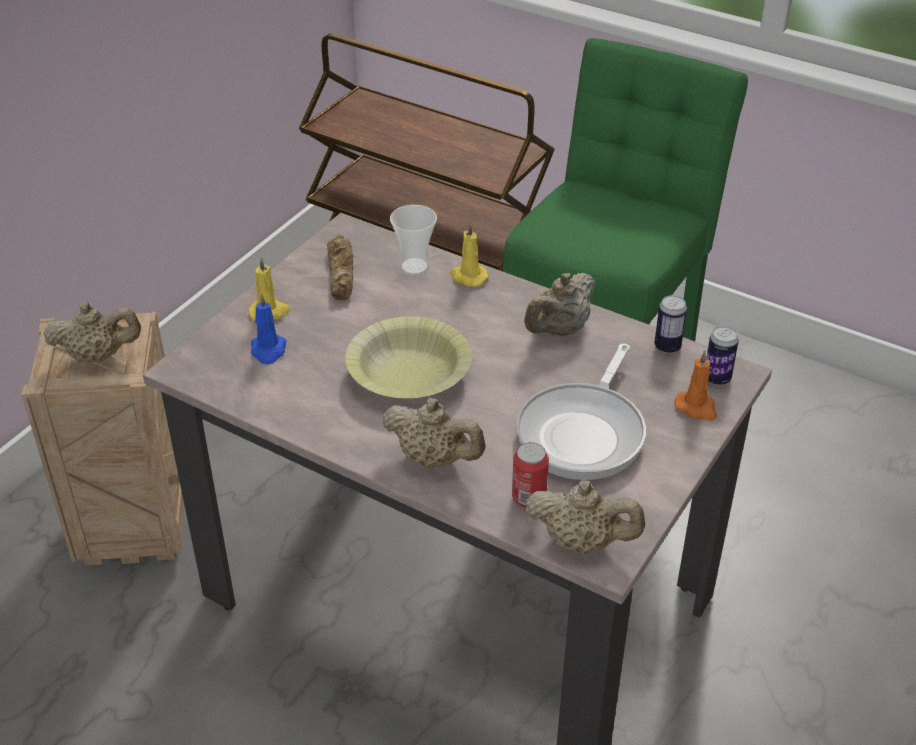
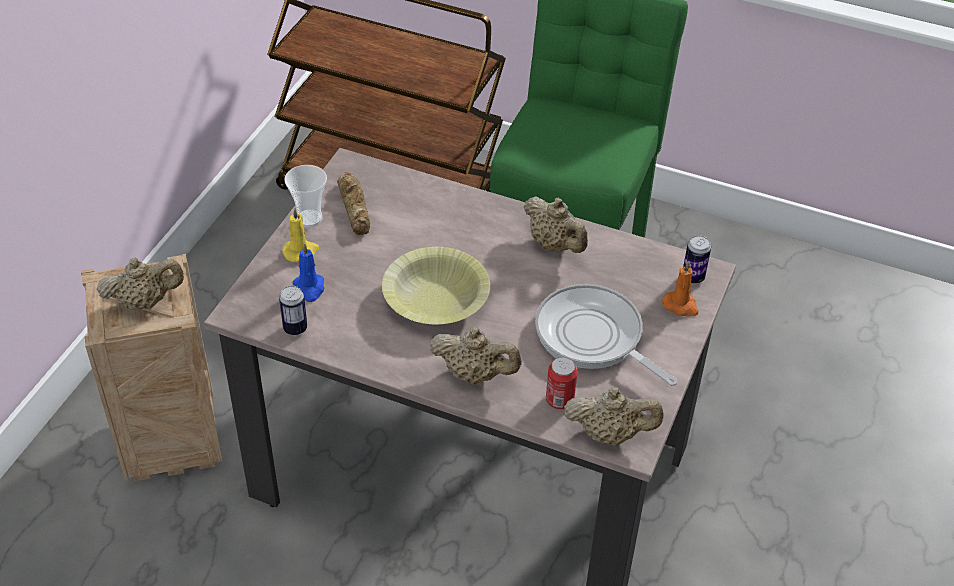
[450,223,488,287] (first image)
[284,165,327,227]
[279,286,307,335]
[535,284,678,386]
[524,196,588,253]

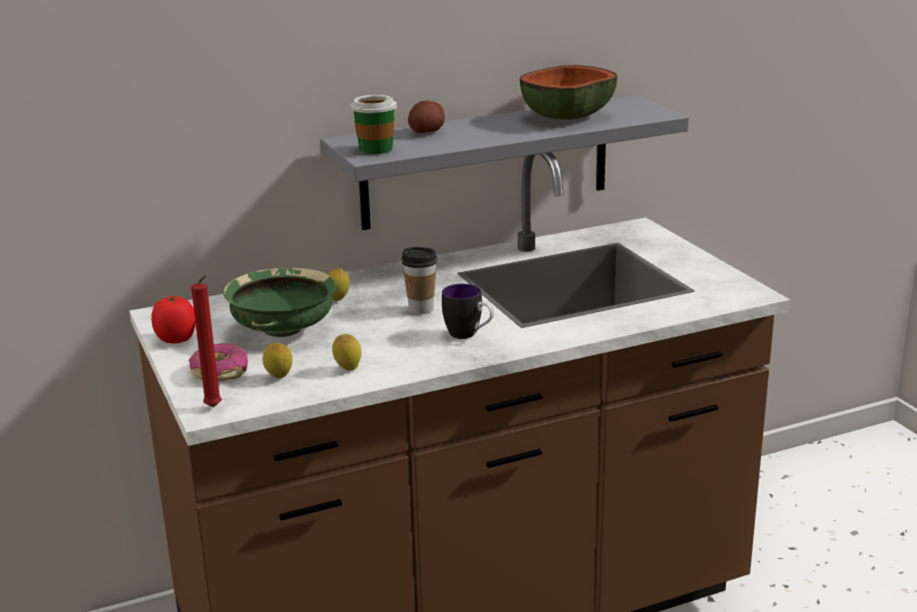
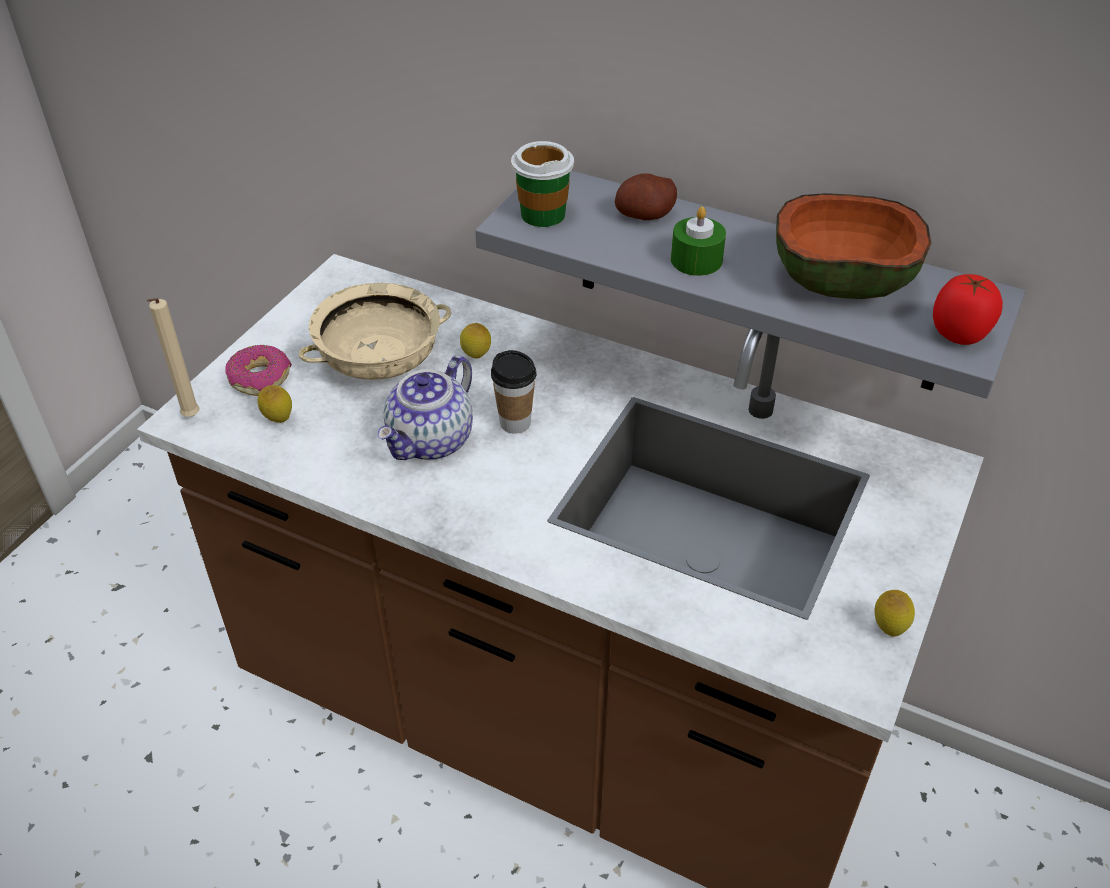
[442,284,494,339] (first image)
[377,355,473,460]
[671,206,726,276]
[933,274,1003,345]
[874,590,915,636]
[147,298,200,417]
[299,283,451,380]

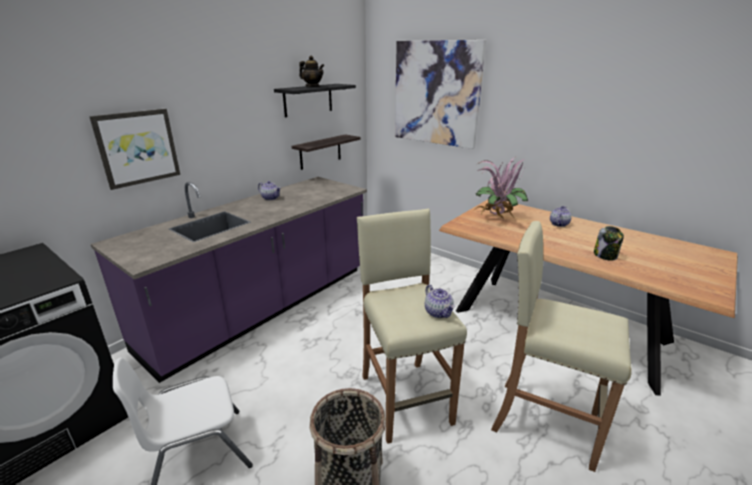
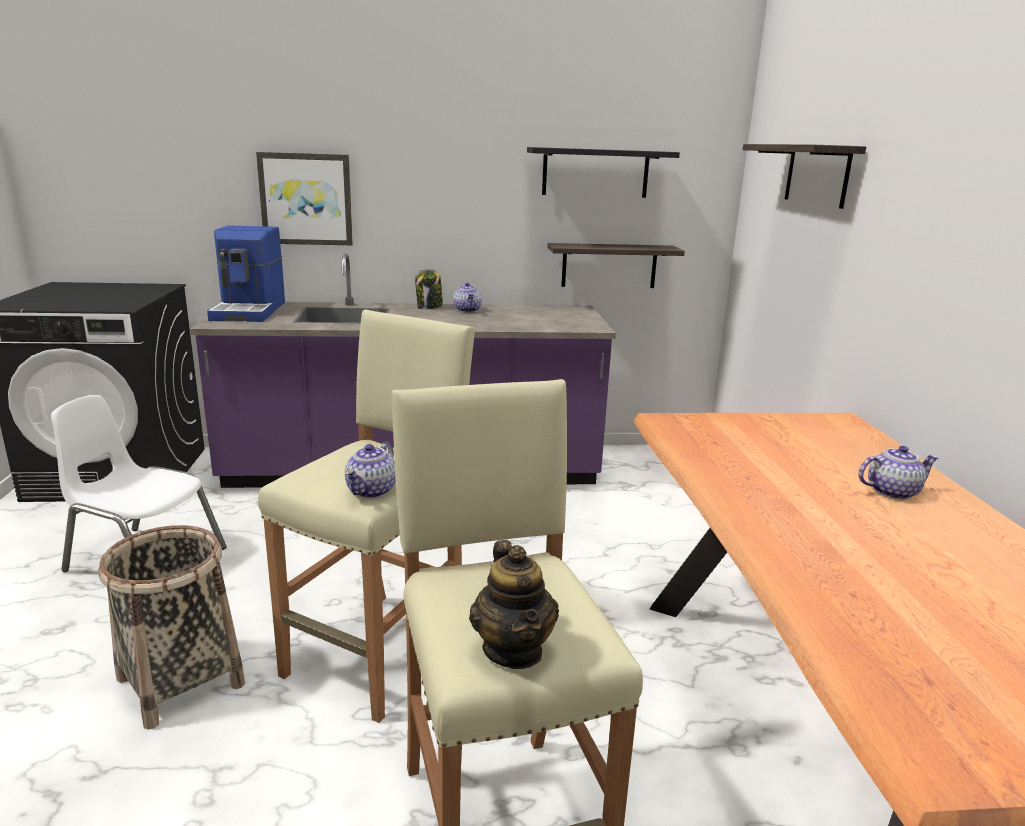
[473,156,528,220] (first image)
[207,226,285,322]
[469,540,559,669]
[415,269,443,310]
[743,144,866,209]

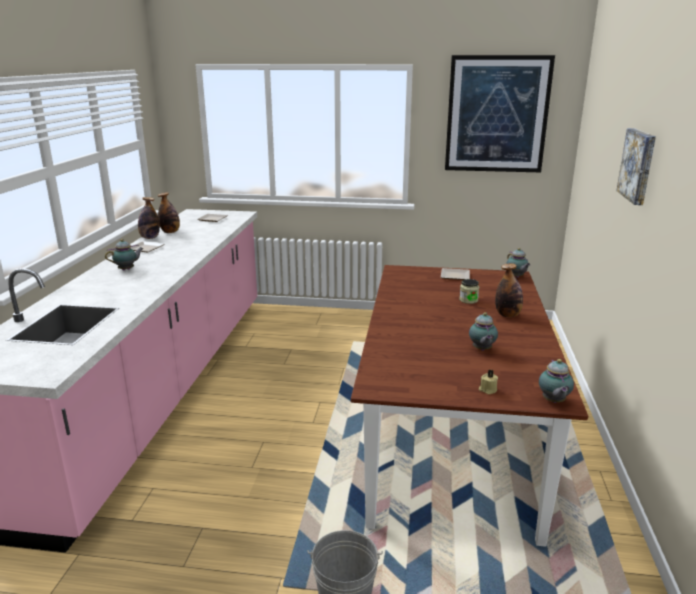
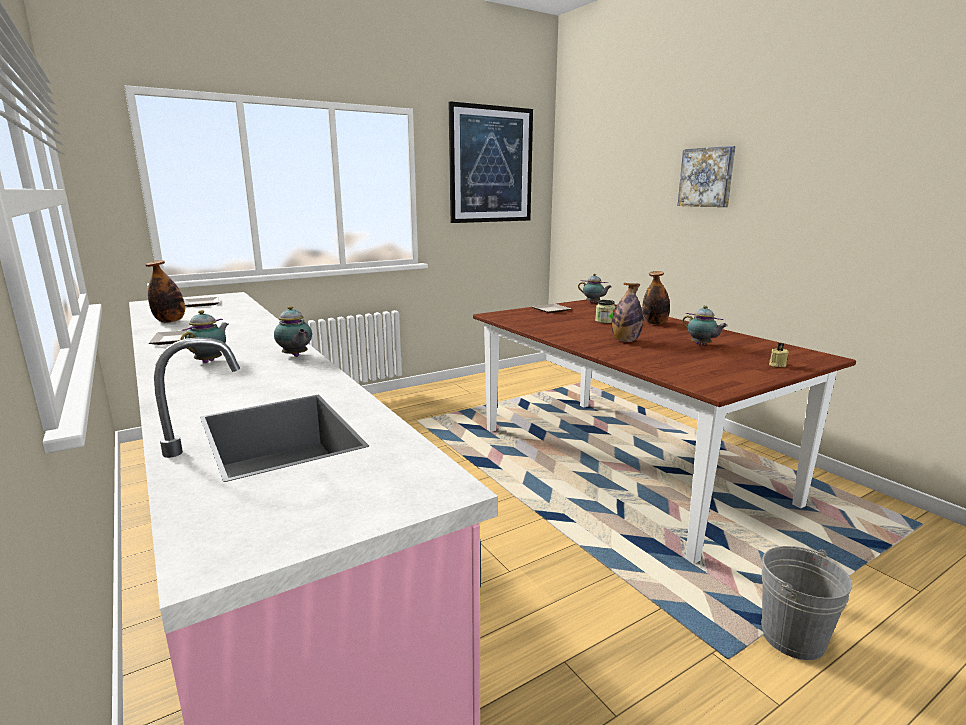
[612,283,643,342]
[274,306,312,357]

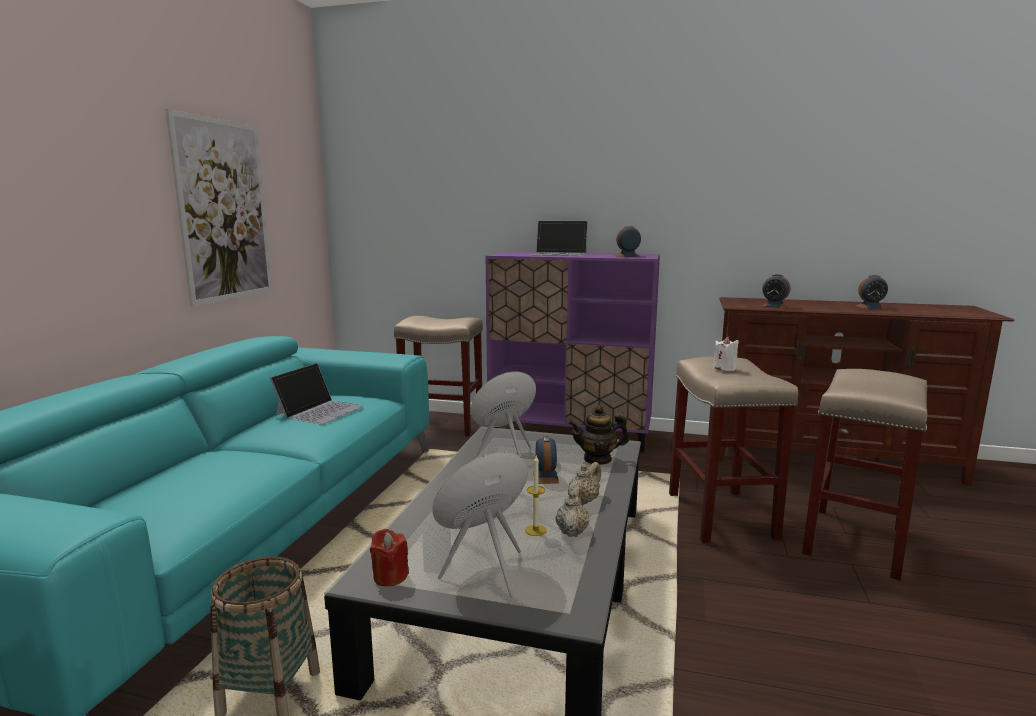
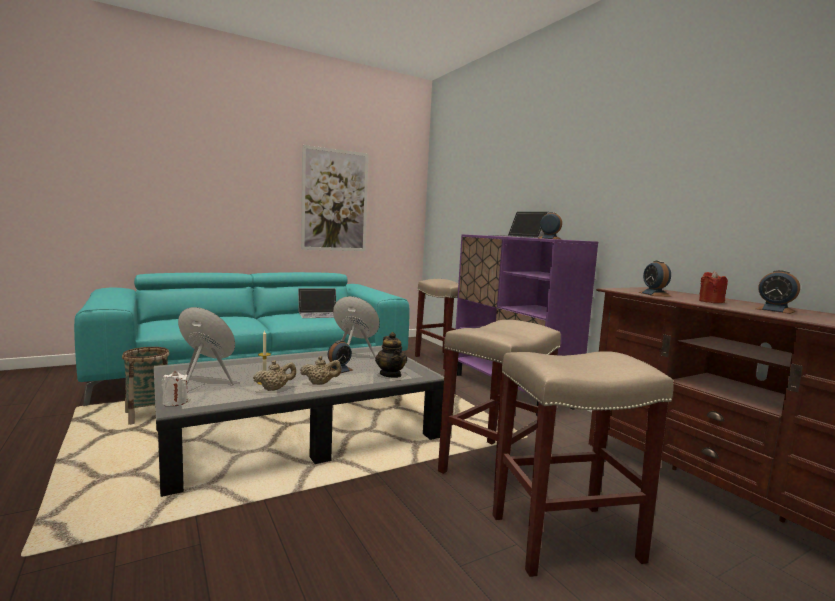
[699,271,728,303]
[162,371,188,406]
[375,332,407,378]

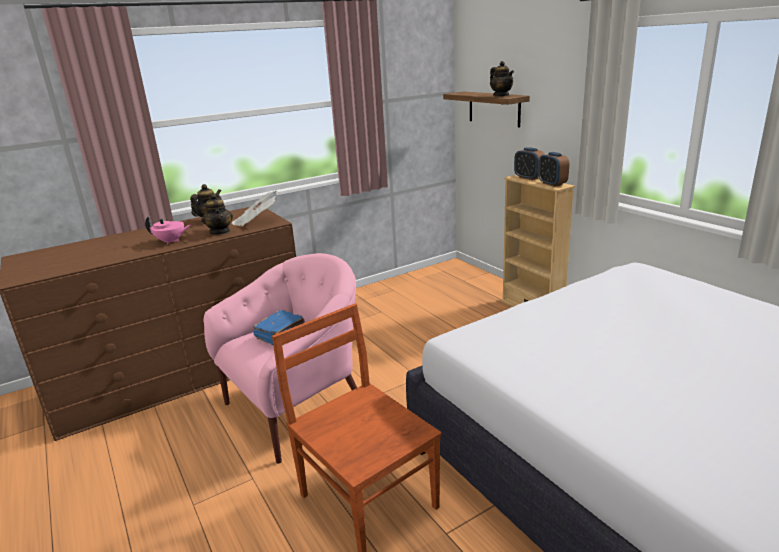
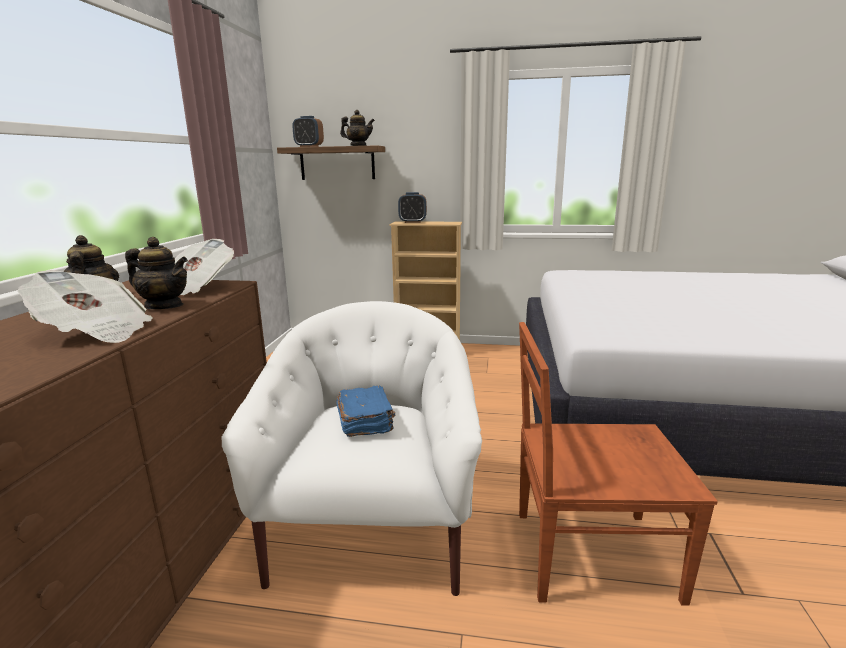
[292,116,324,147]
[17,270,153,343]
[222,301,482,596]

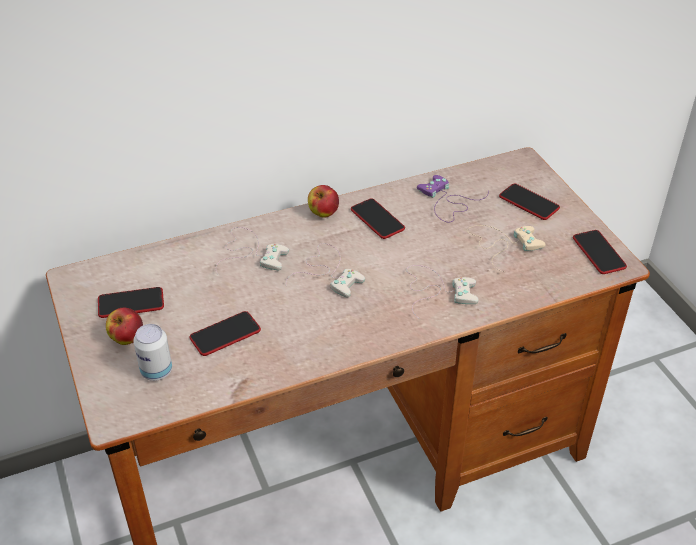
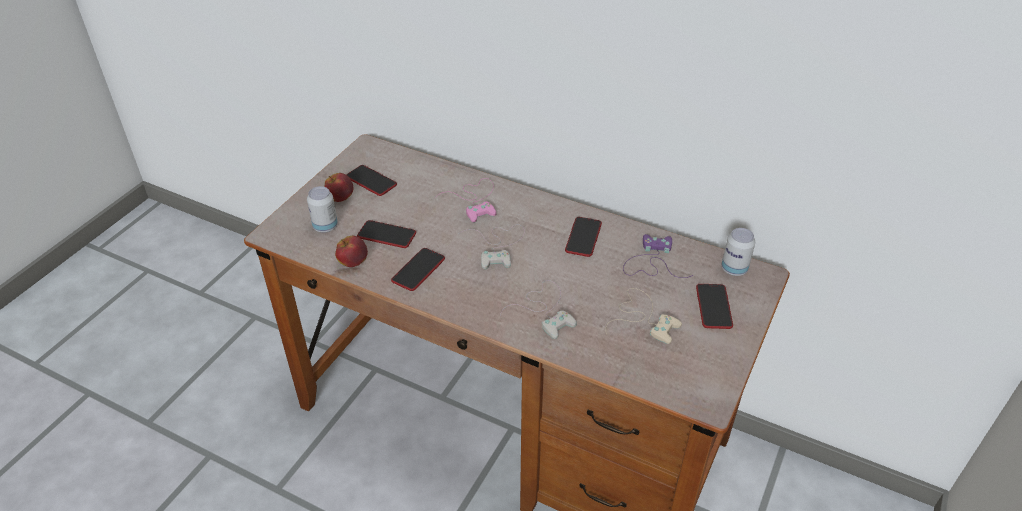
[721,228,755,276]
[335,236,368,267]
[391,248,445,291]
[434,178,496,223]

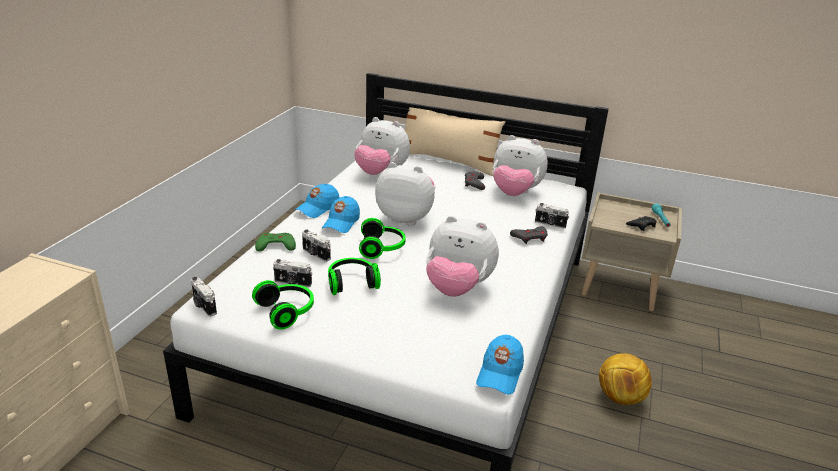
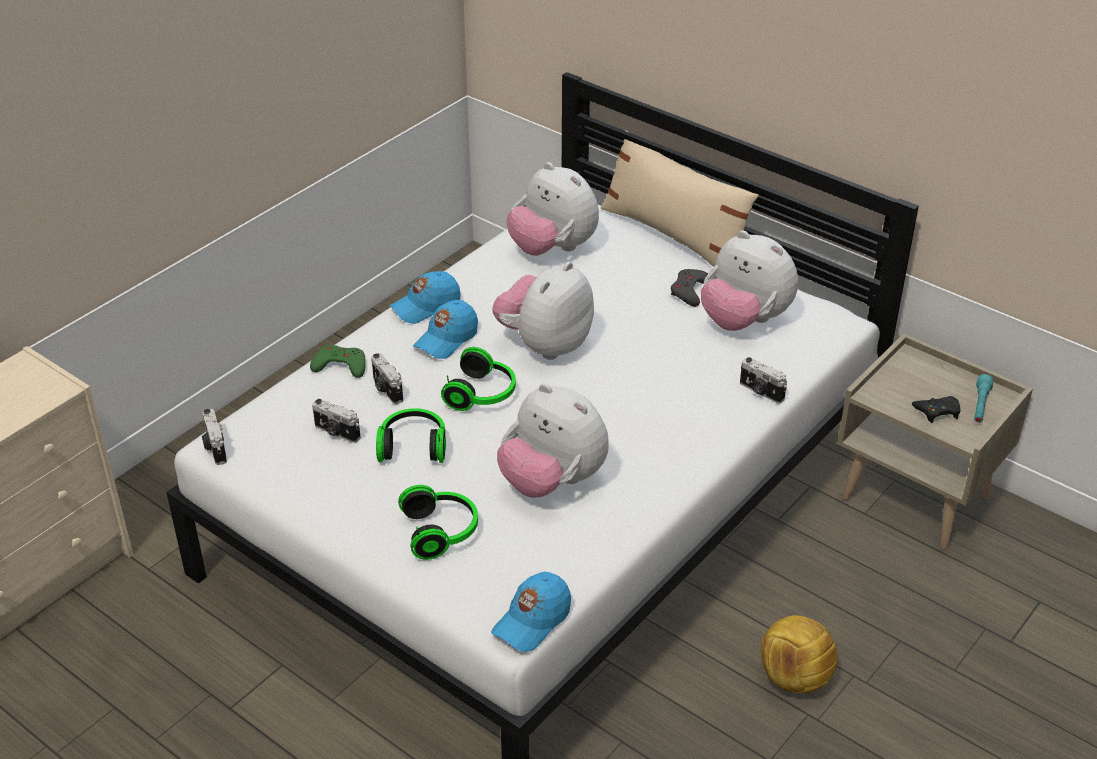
[510,226,548,244] (first image)
[398,485,478,560]
[492,262,594,360]

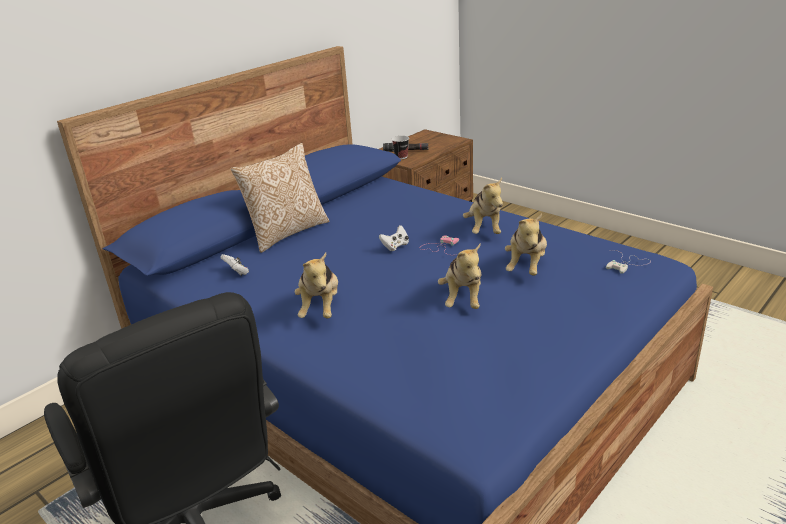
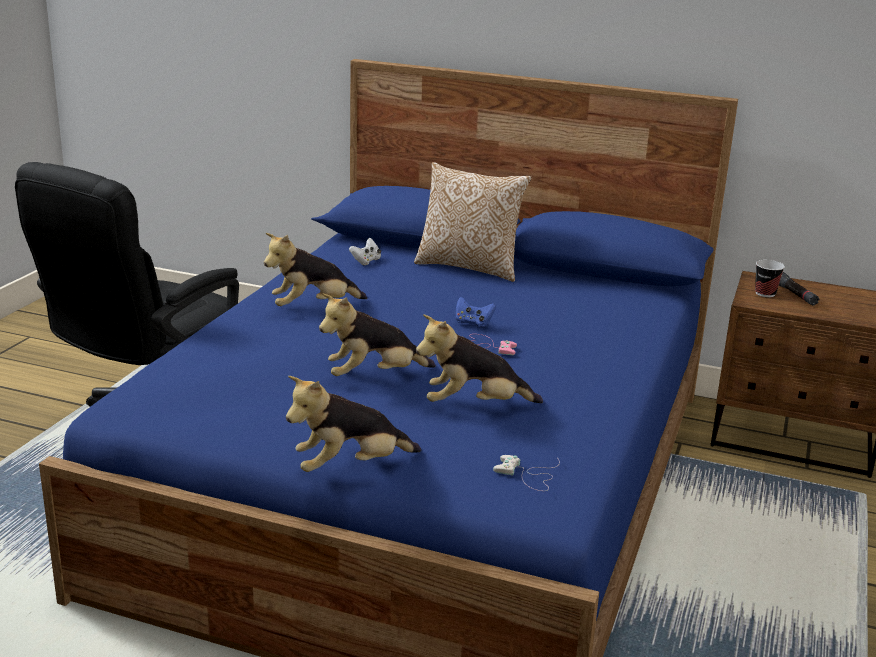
[286,376,421,472]
[456,297,496,327]

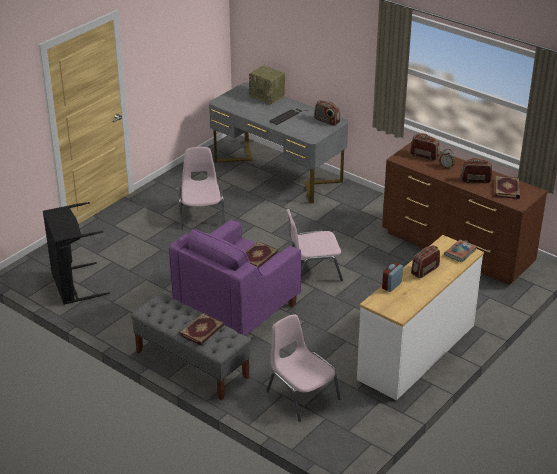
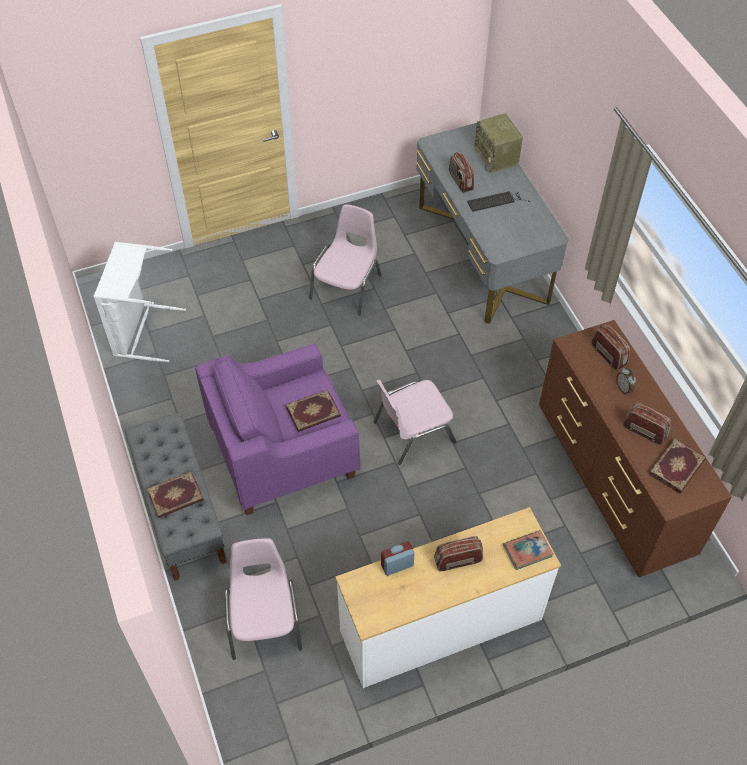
[449,152,474,193]
[94,242,186,362]
[373,379,457,465]

